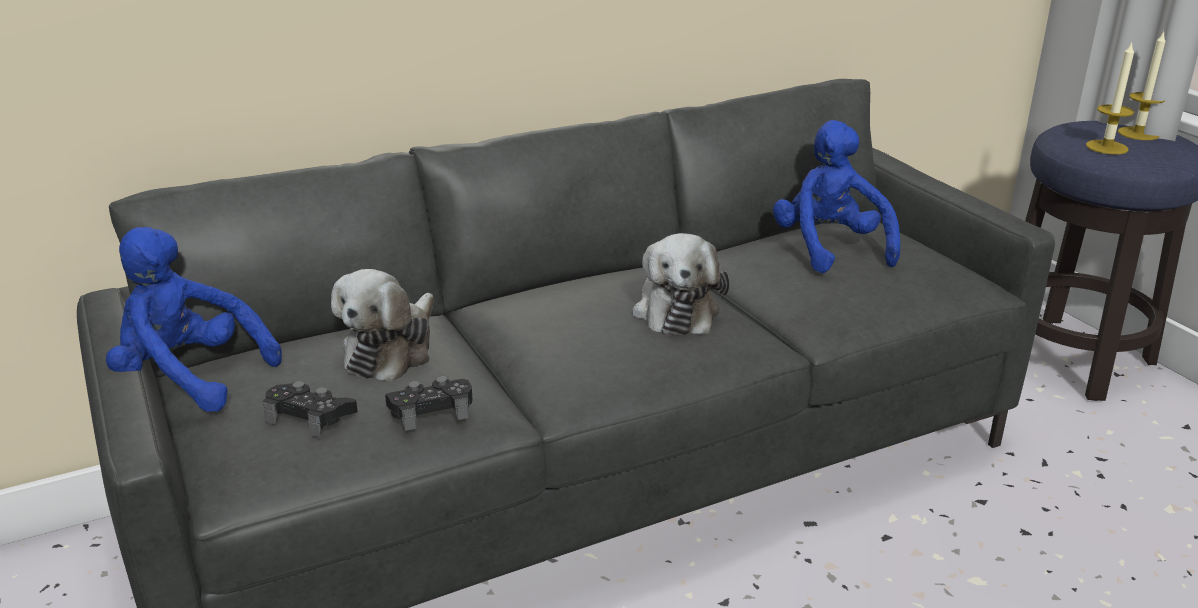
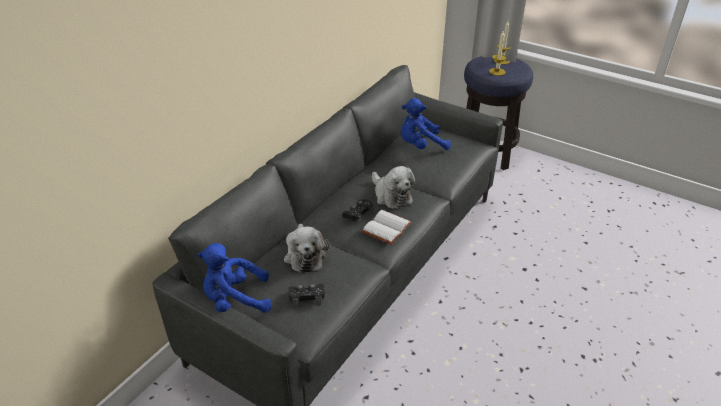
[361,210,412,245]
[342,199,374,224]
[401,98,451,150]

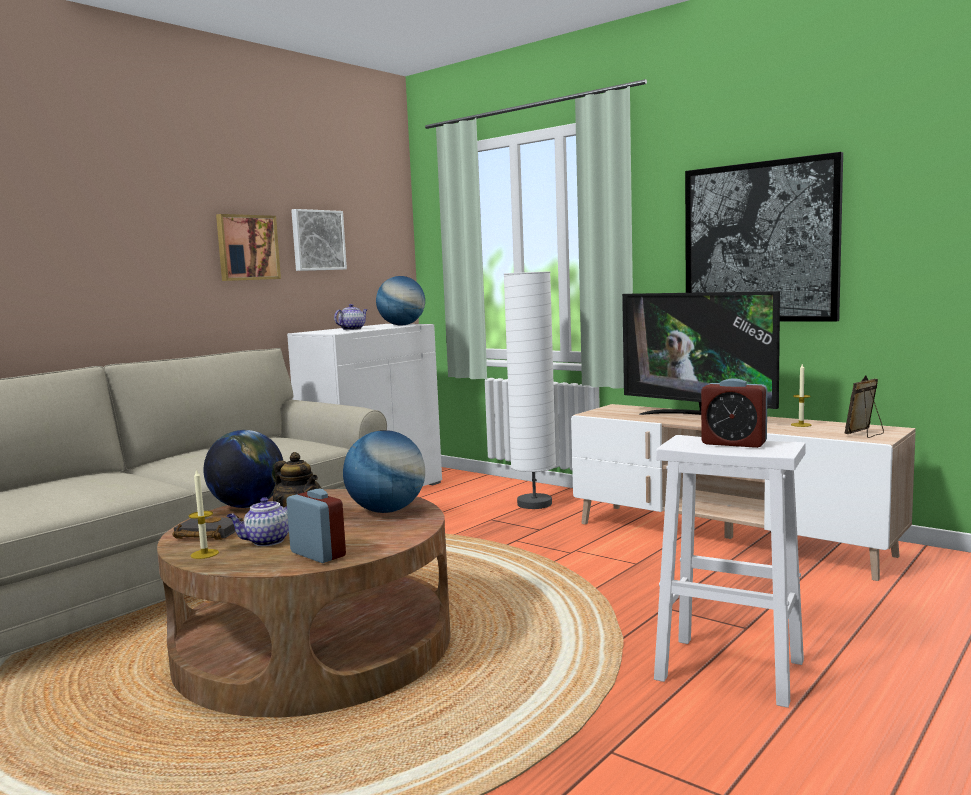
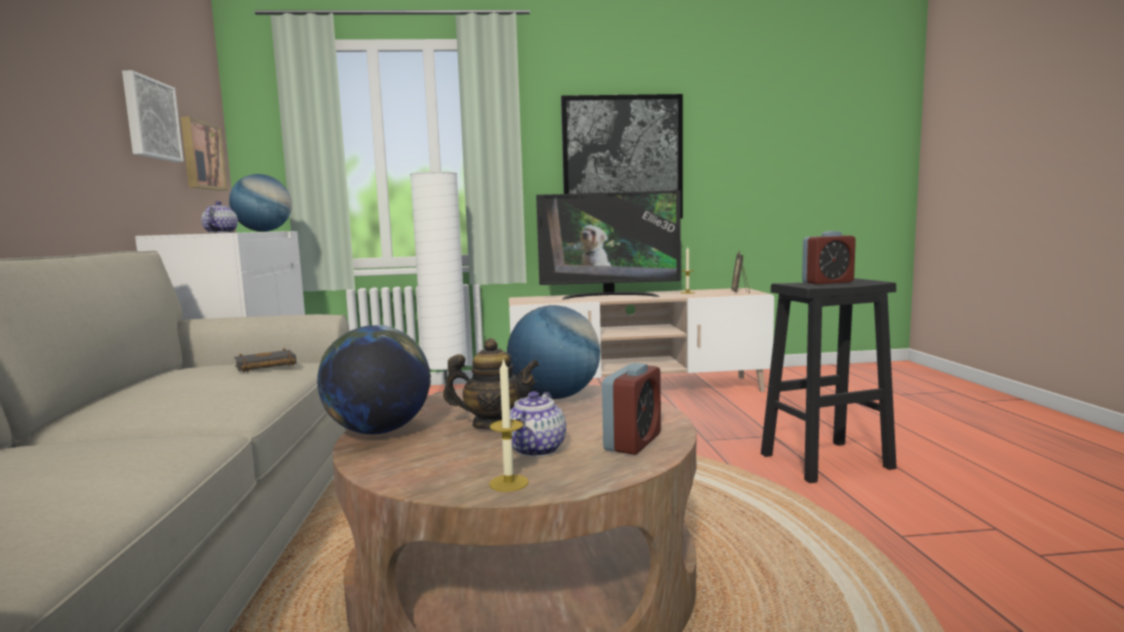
[234,348,297,372]
[181,117,228,191]
[761,278,897,483]
[602,363,661,455]

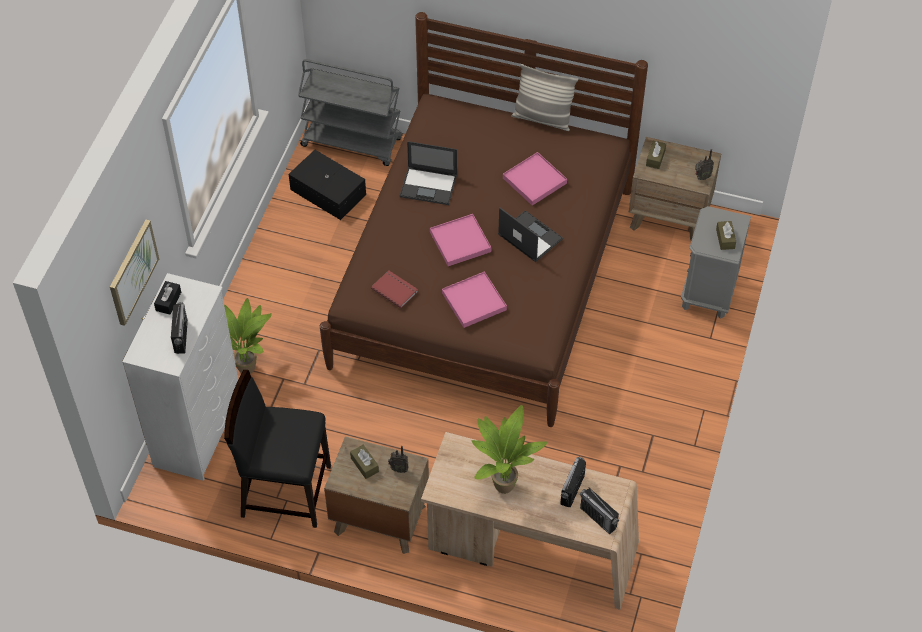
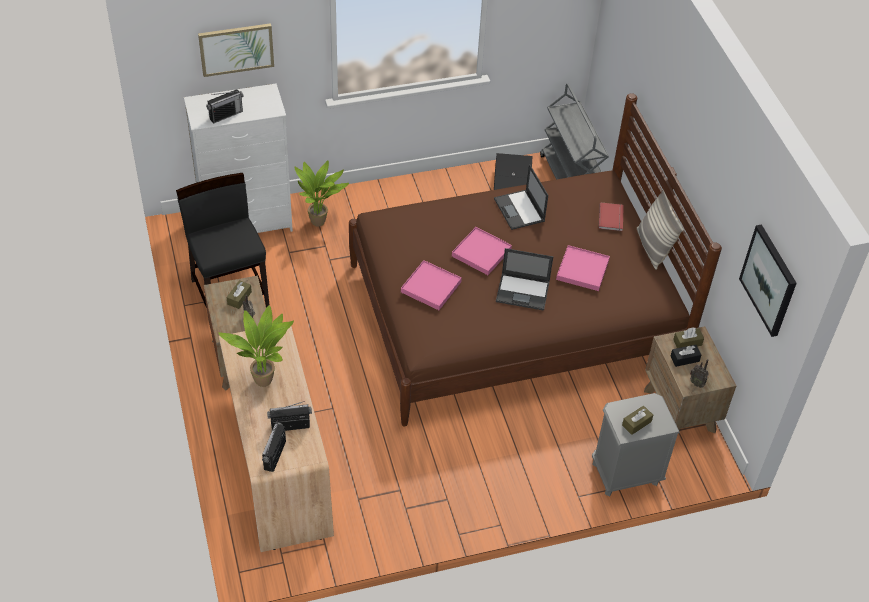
[739,224,797,337]
[670,345,701,367]
[599,202,624,231]
[496,248,553,311]

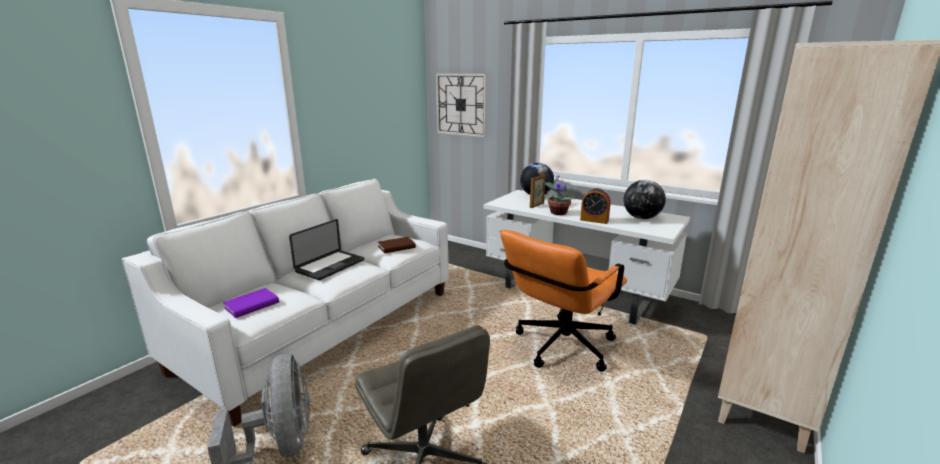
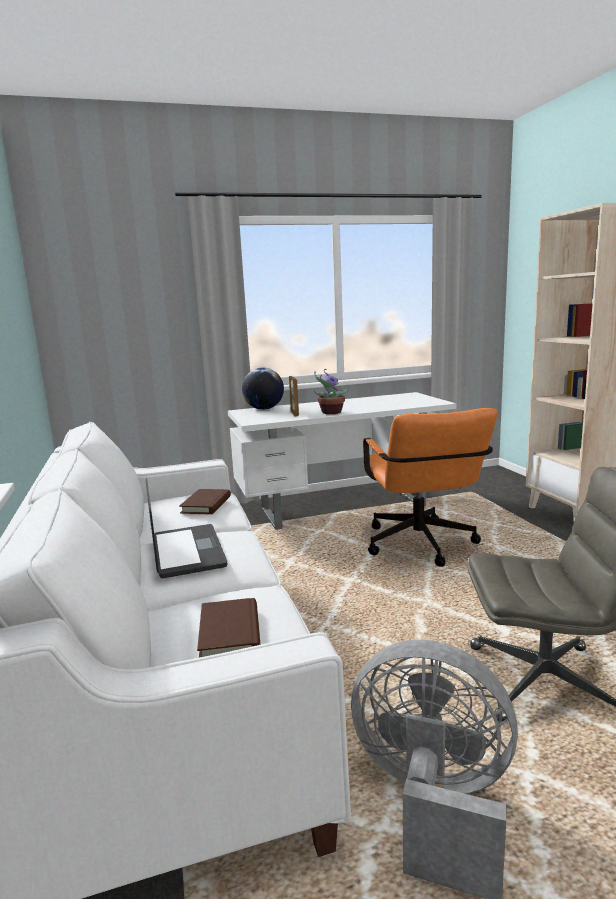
[436,74,487,137] (first image)
[580,188,611,224] (first image)
[624,180,666,219] (first image)
[197,598,260,658]

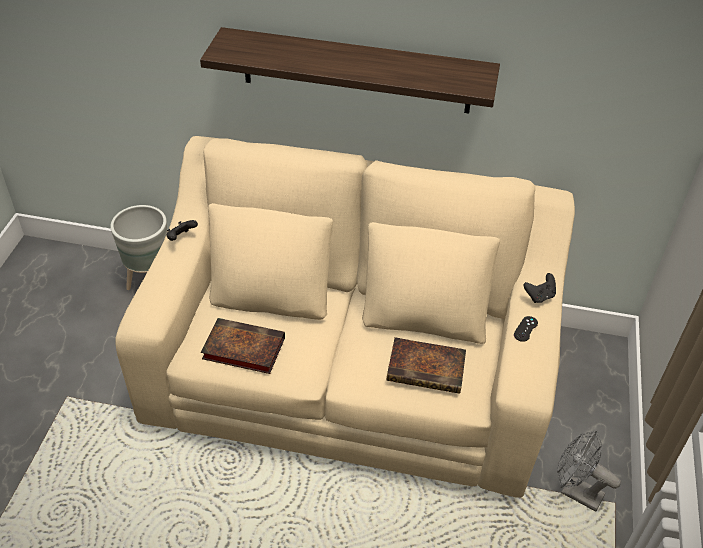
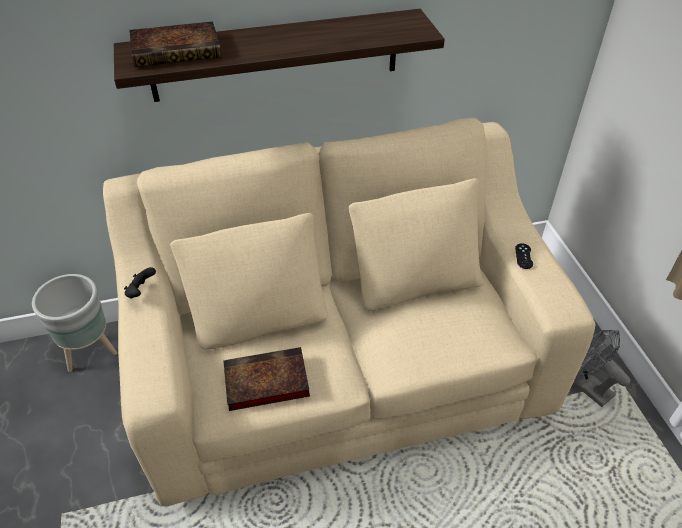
[524,273,556,303] (first image)
[129,22,222,67]
[573,330,630,407]

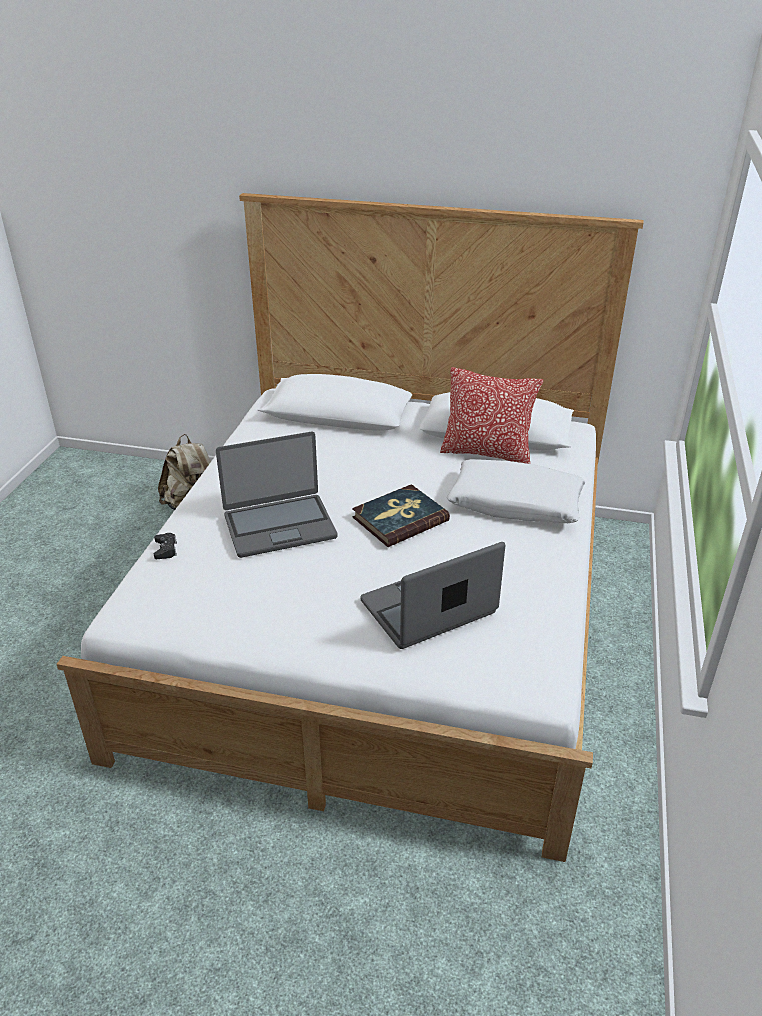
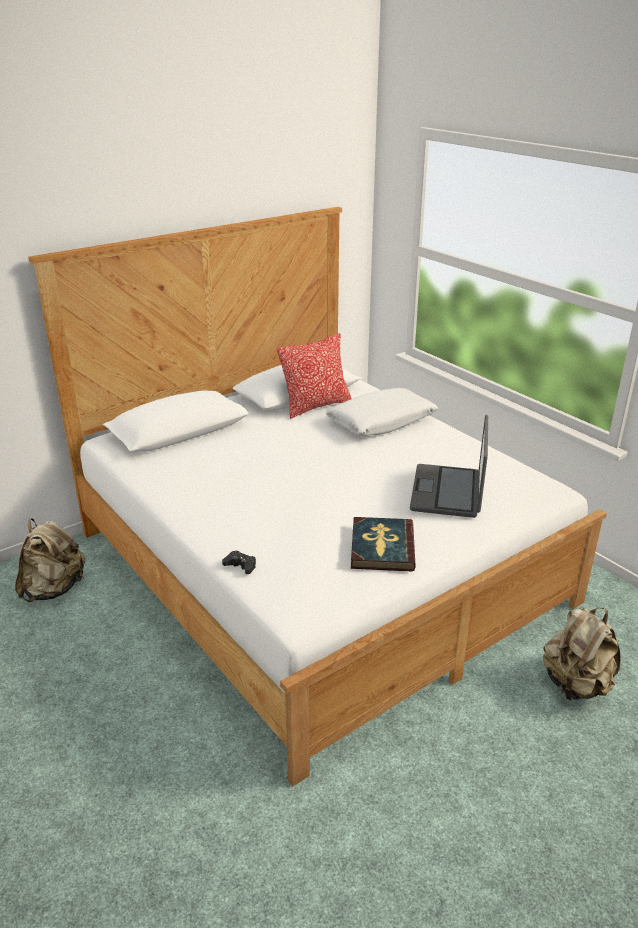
[216,432,338,558] (first image)
[543,608,621,701]
[351,517,416,571]

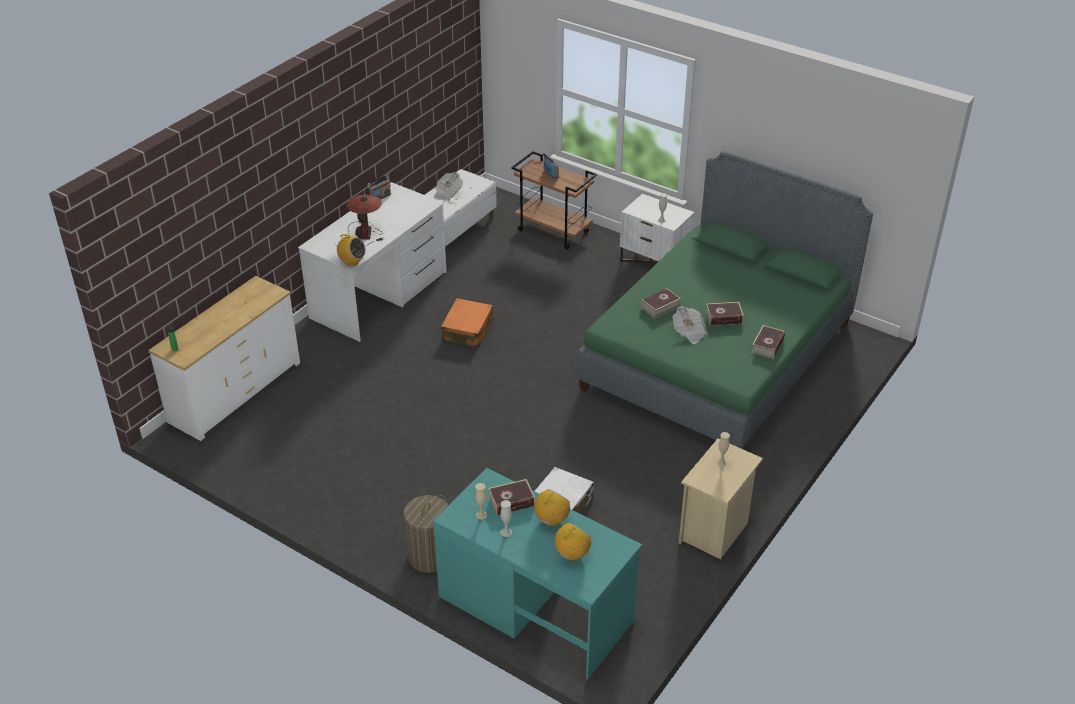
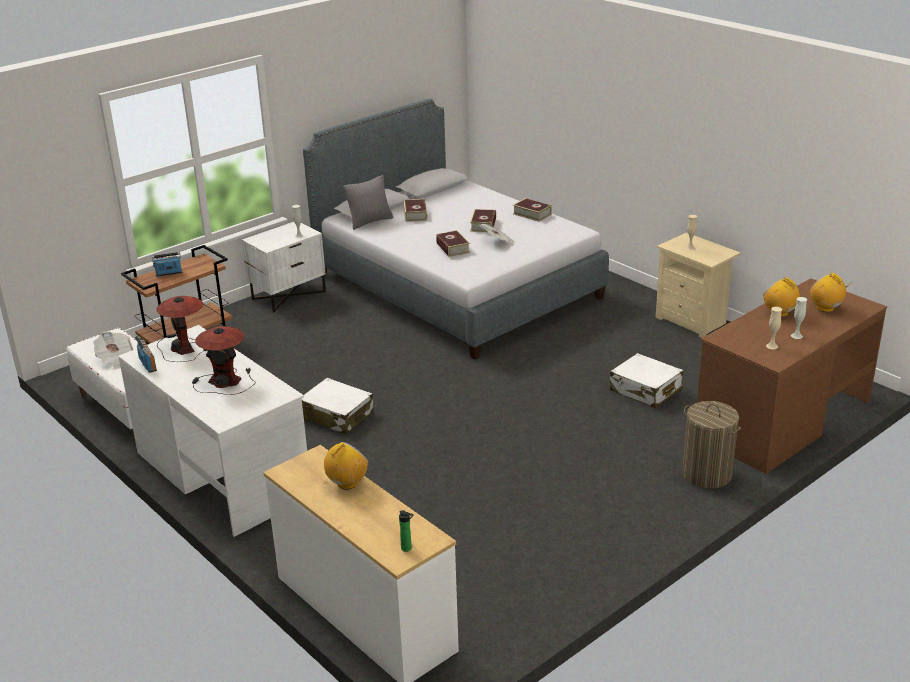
[156,296,207,362]
[343,175,393,230]
[324,442,368,490]
[404,199,427,222]
[697,278,887,474]
[302,378,373,434]
[303,99,609,359]

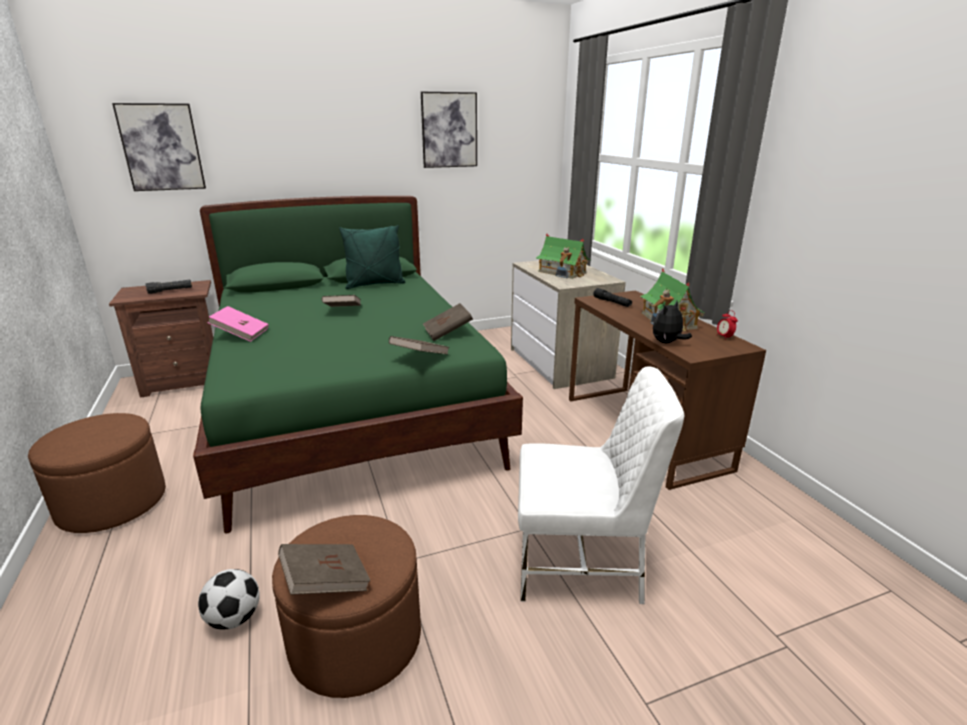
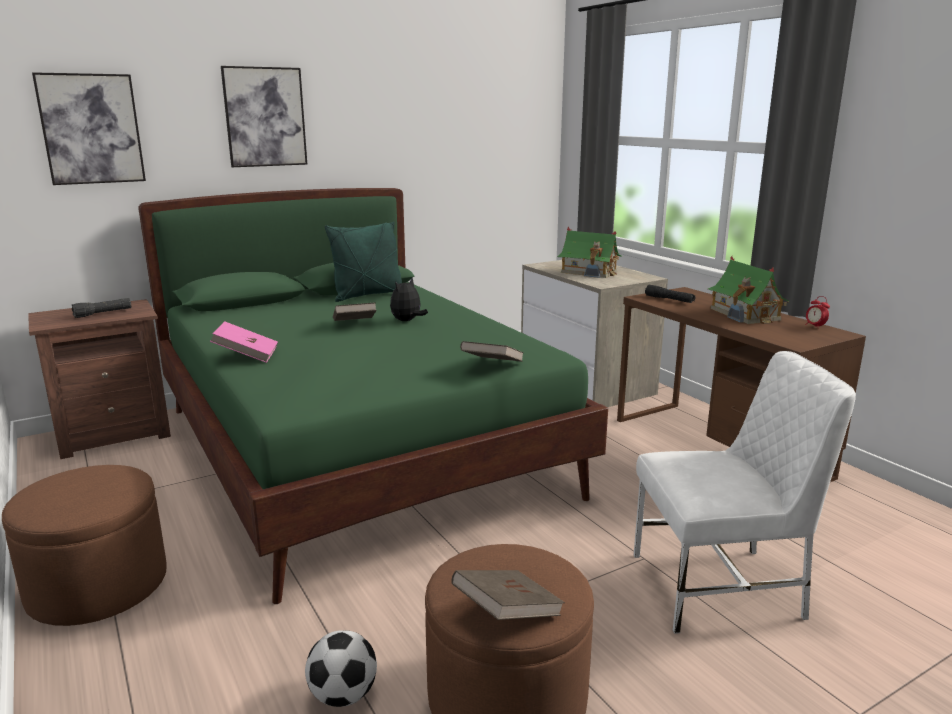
[423,303,473,341] (first image)
[221,66,307,167]
[390,278,428,321]

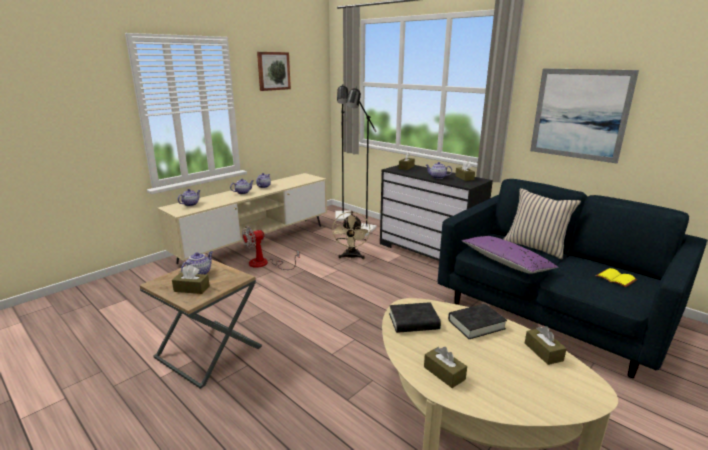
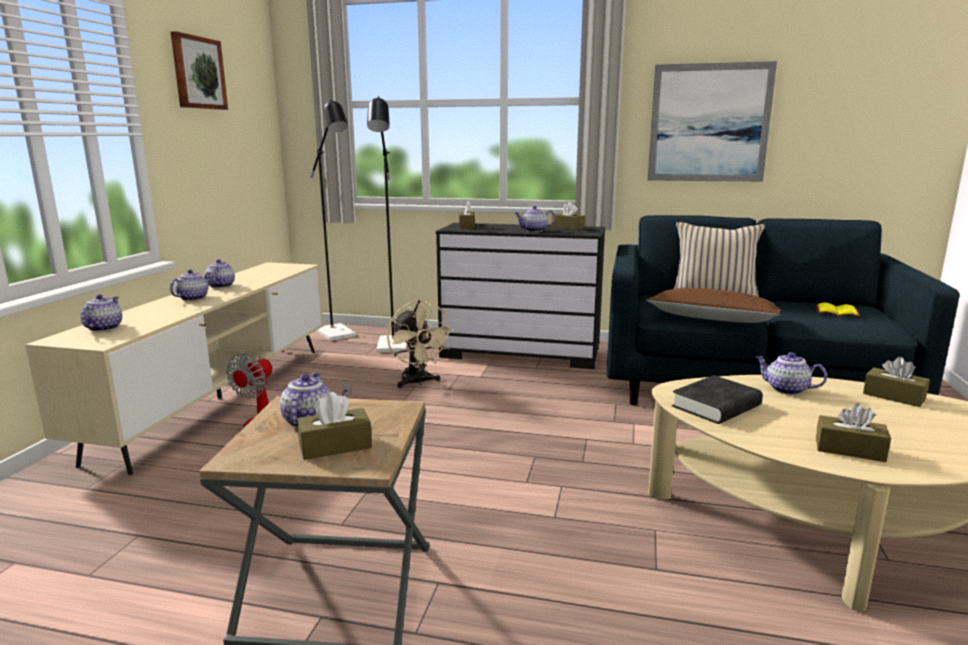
[756,352,827,395]
[646,288,781,323]

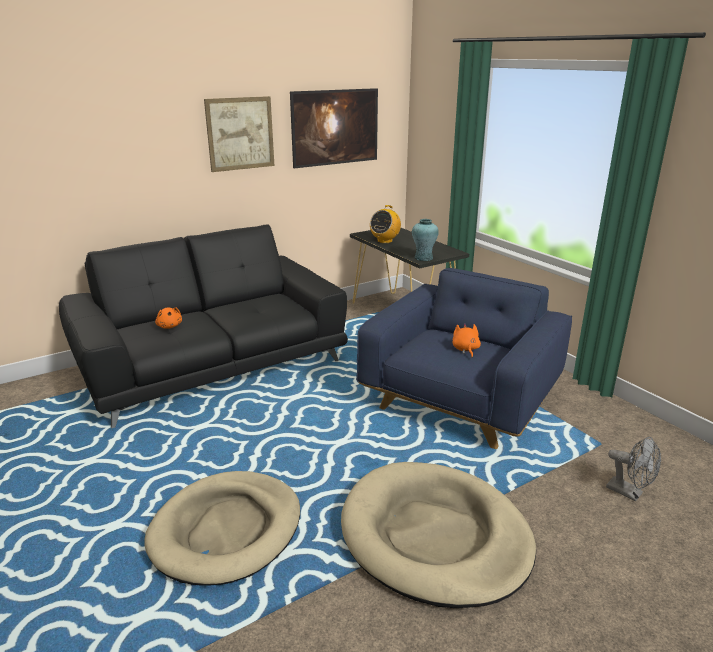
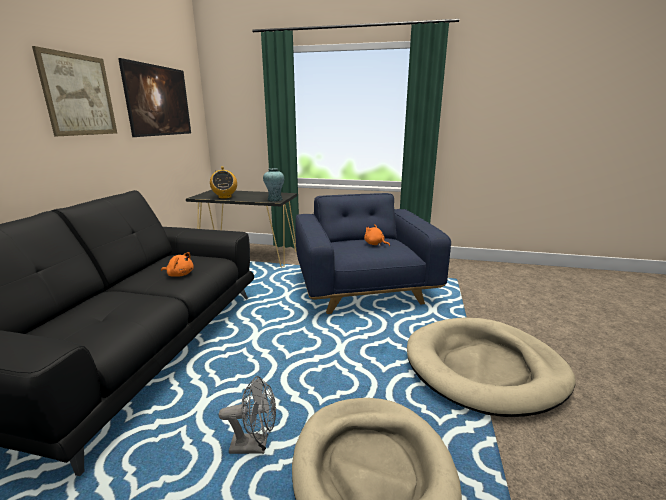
[161,252,194,277]
[219,376,276,454]

